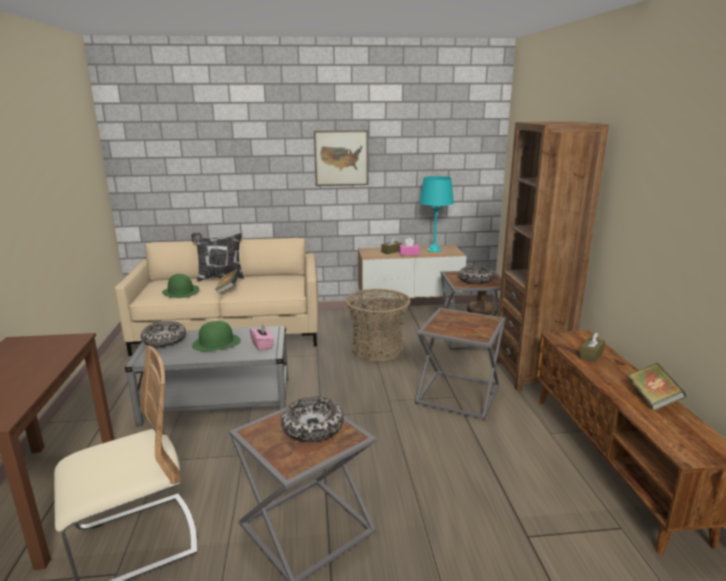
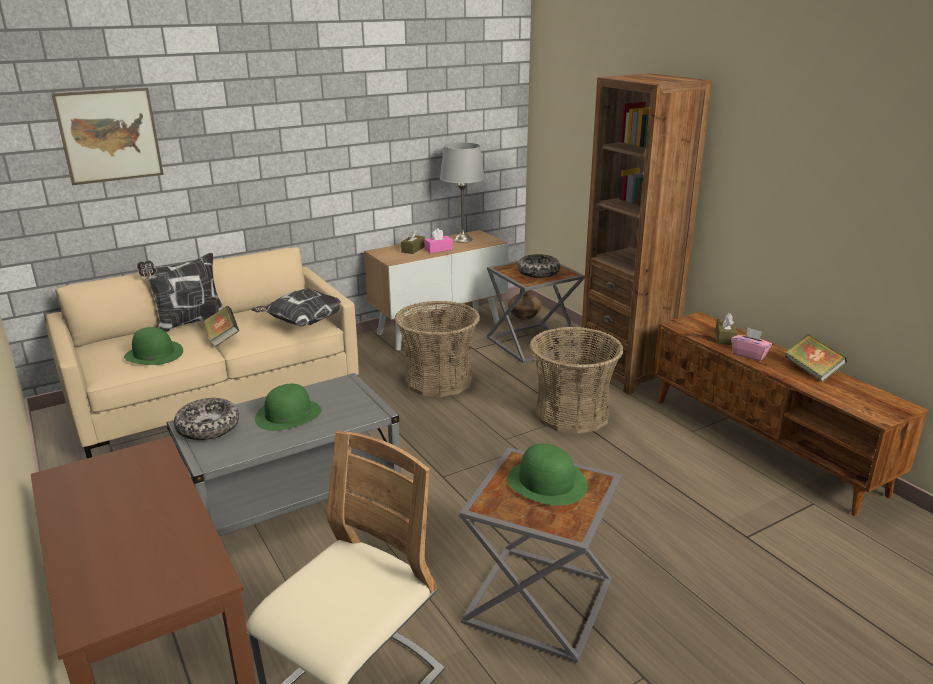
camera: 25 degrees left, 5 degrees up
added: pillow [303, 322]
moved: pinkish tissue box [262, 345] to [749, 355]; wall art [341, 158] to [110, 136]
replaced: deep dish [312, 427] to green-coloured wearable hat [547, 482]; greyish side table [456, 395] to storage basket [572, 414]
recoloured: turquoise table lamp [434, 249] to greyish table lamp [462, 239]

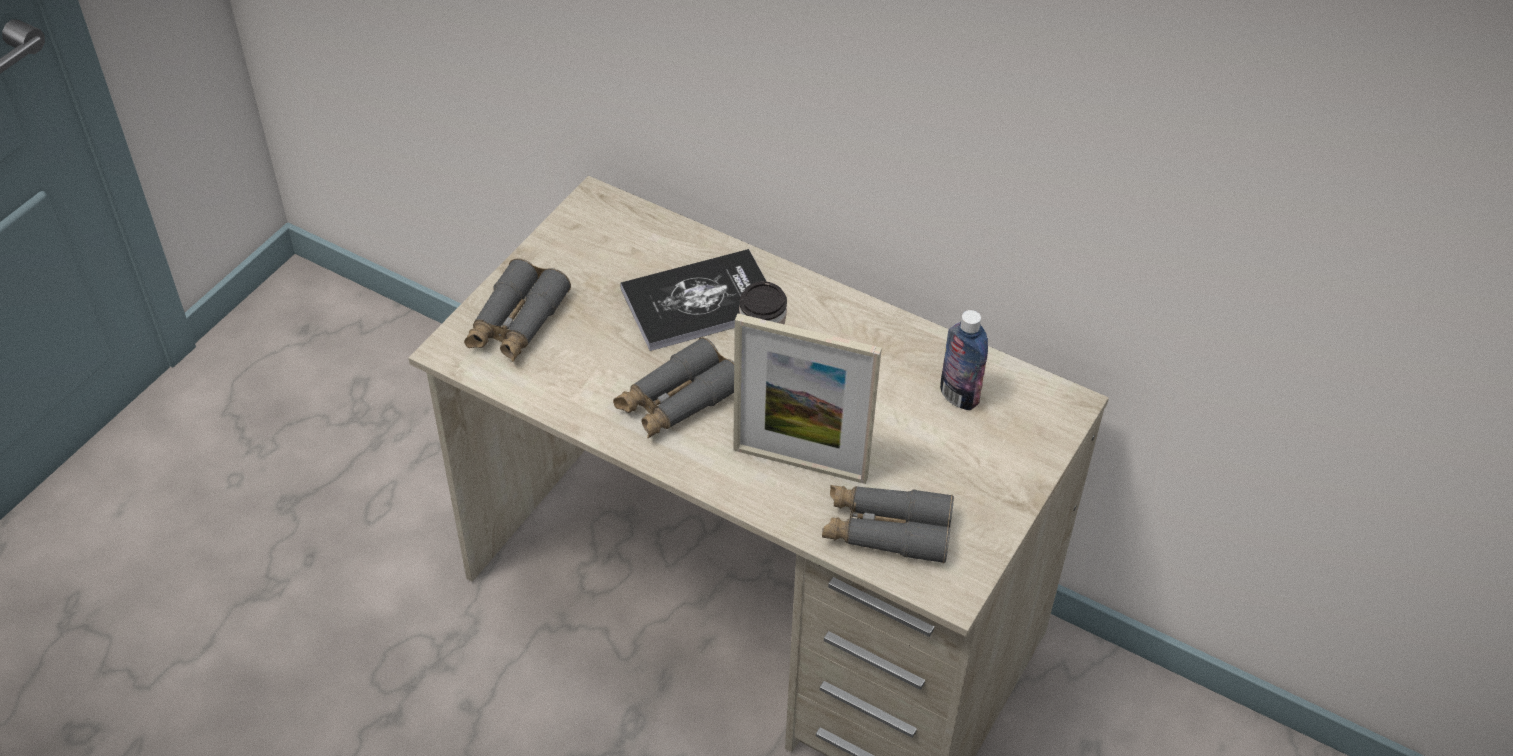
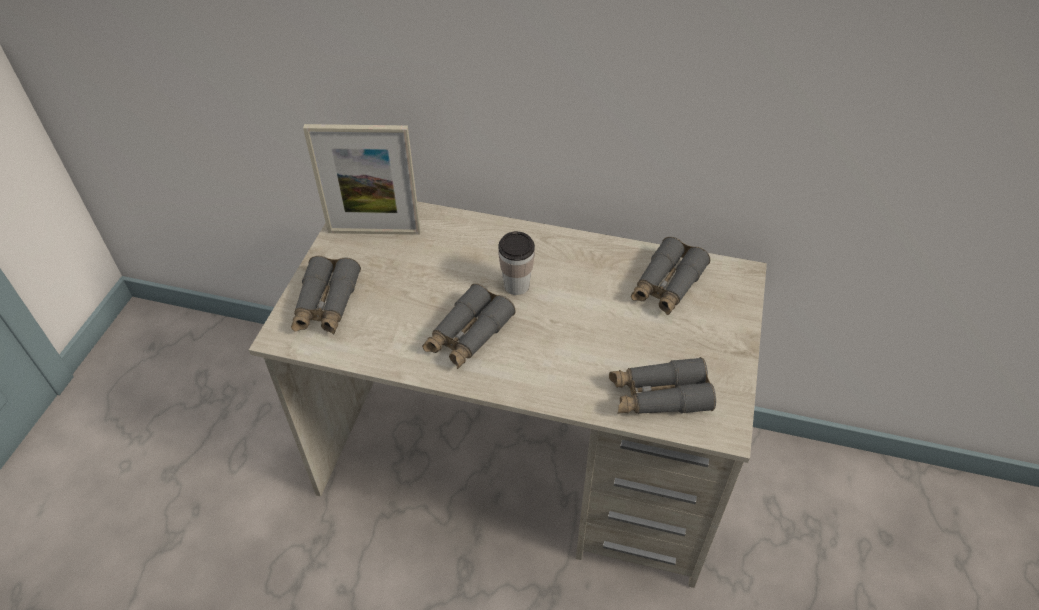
camera: 15 degrees left, 0 degrees up
removed: volume [700, 302]
moved: photo frame [800, 463] to [374, 231]
replaced: drink bottle [959, 396] to greyish binoculars [667, 285]

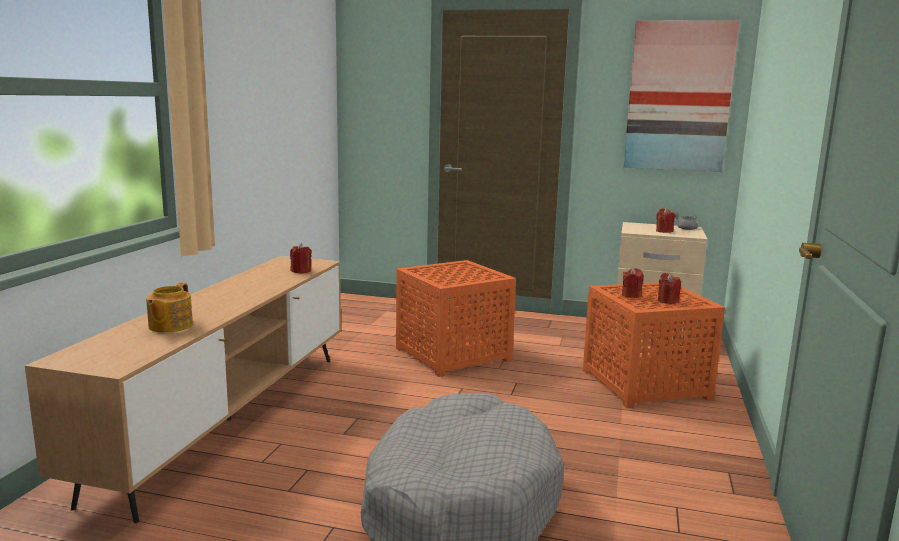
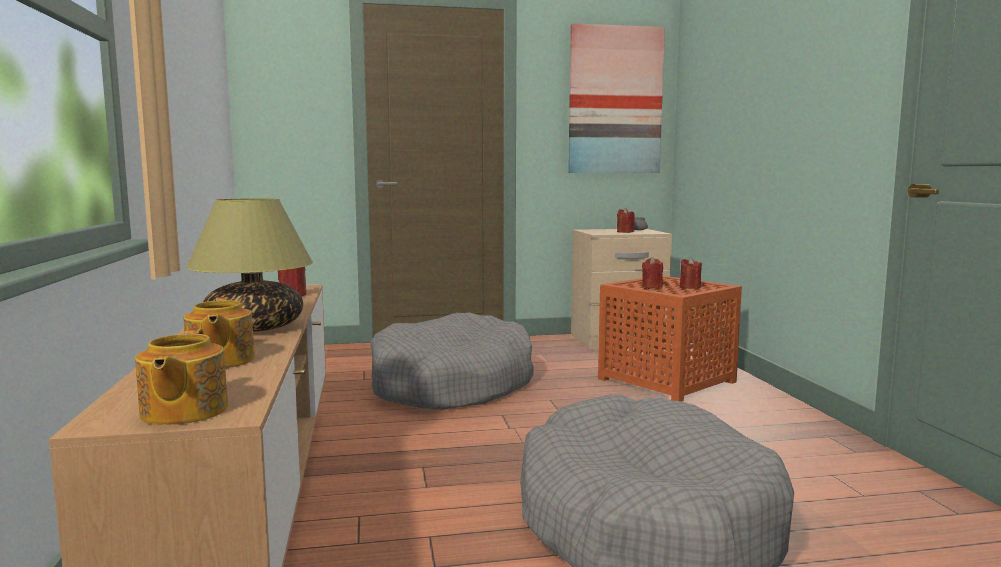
camera: 25 degrees left, 5 degrees down
added: pot for tea [183, 412]; table lamp [255, 328]
replaced: orangey side table [453, 354] to greyish dog cushion [451, 385]

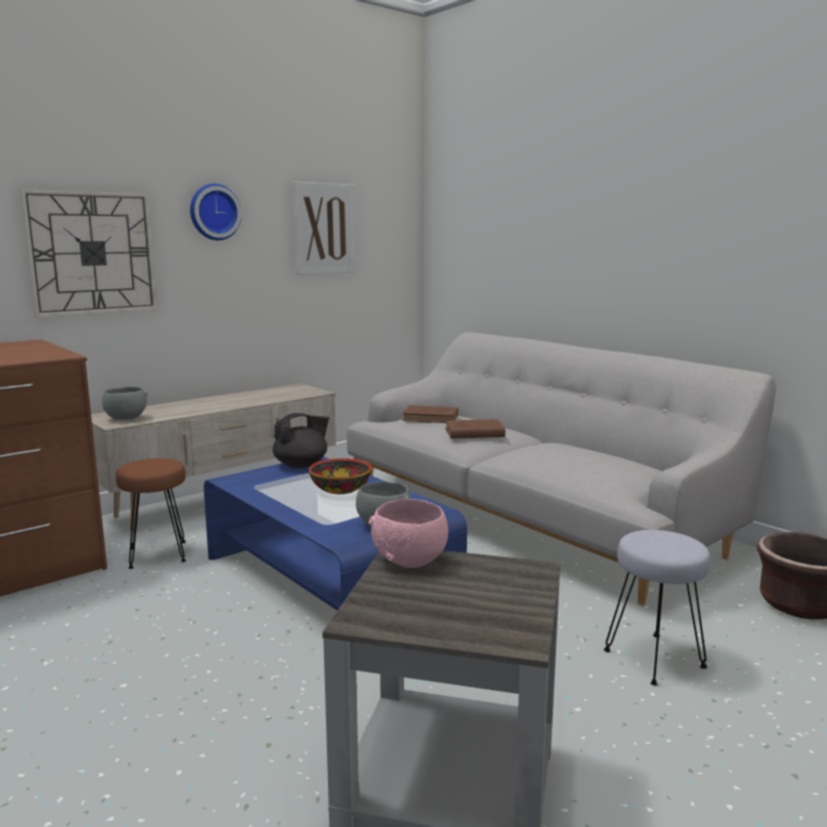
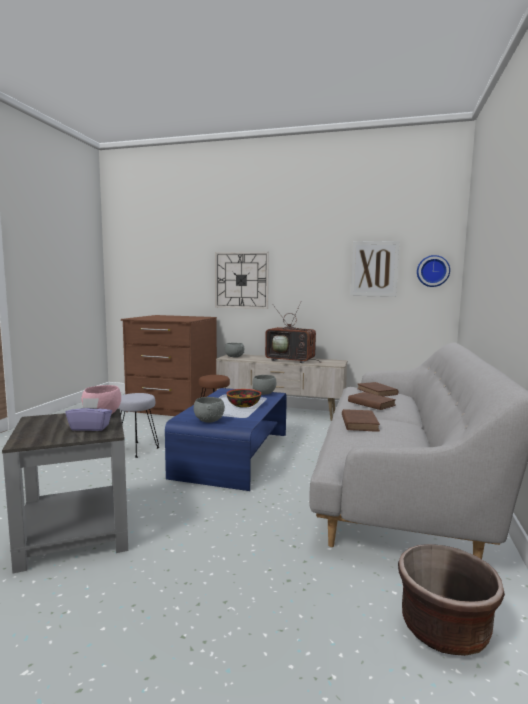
camera: 55 degrees right, 5 degrees down
added: purple tissue box [90, 428]; TV [292, 360]; brown volume [359, 423]
moved: hanging clock [214, 212] to [432, 271]; greyish stool seat [653, 658] to [137, 449]
replaced: black-coloured pot for tea [301, 465] to greyish deep dish [264, 393]

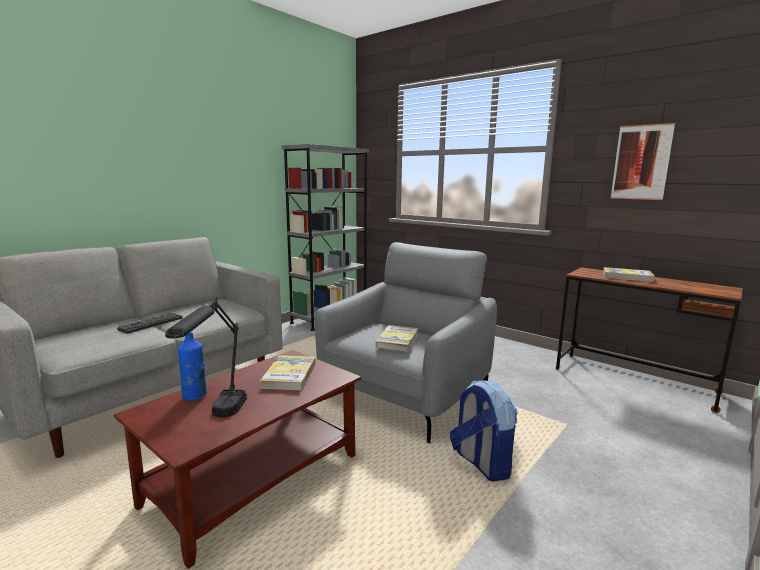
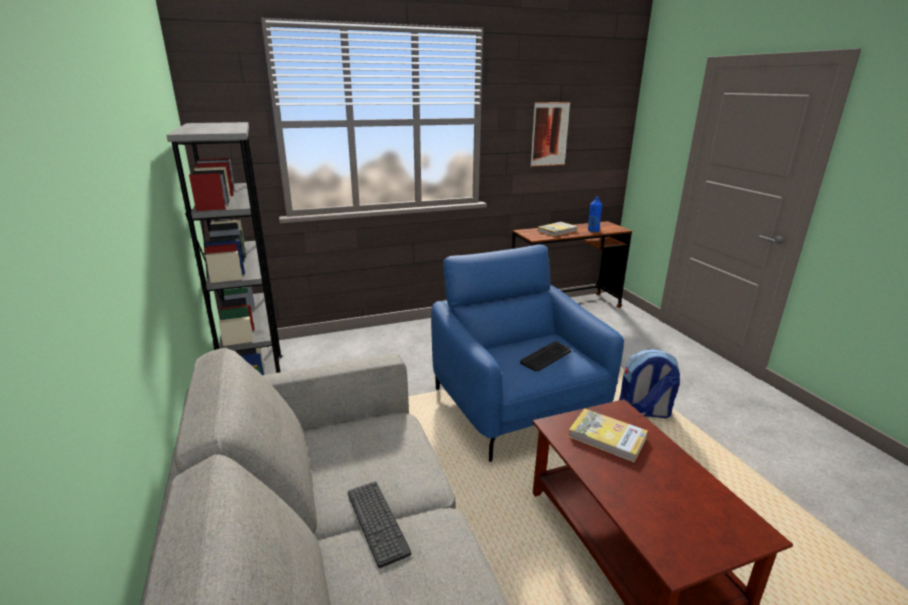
camera: 60 degrees left, 10 degrees up
removed: black-coloured table lamp [218, 421]
moved: blue drink bottle [194, 396] to [593, 230]
replaced: volume [397, 340] to computer keyboard [546, 357]
recoloured: greyish armchair [405, 395] to blue armchair [518, 406]

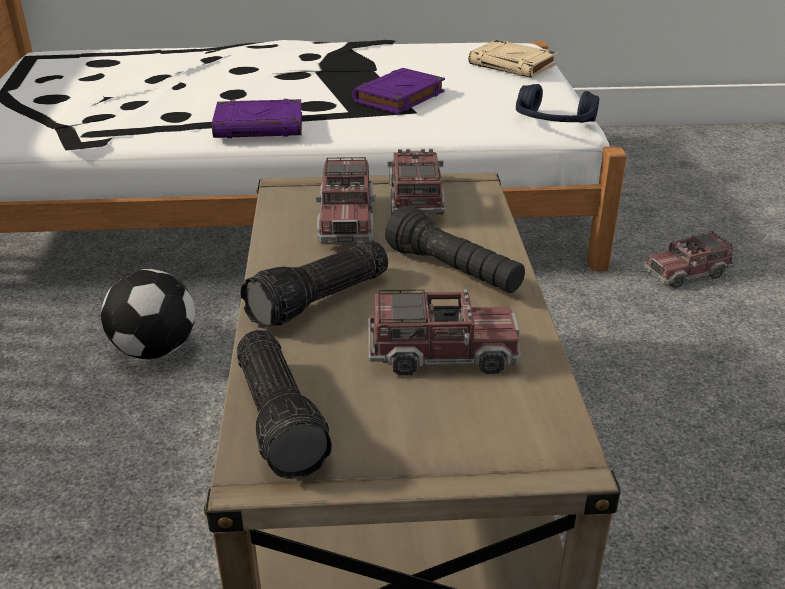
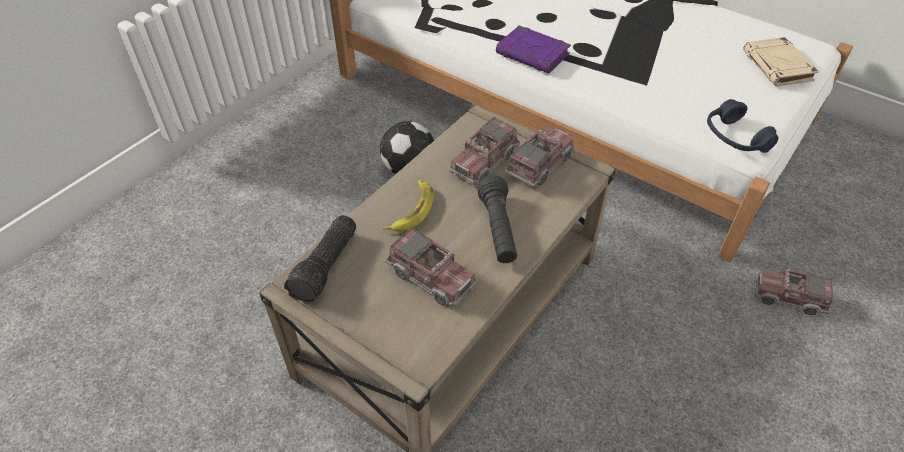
camera: 40 degrees right, 15 degrees up
removed: purple volume [399, 97]
replaced: torch [320, 301] to banana [412, 210]

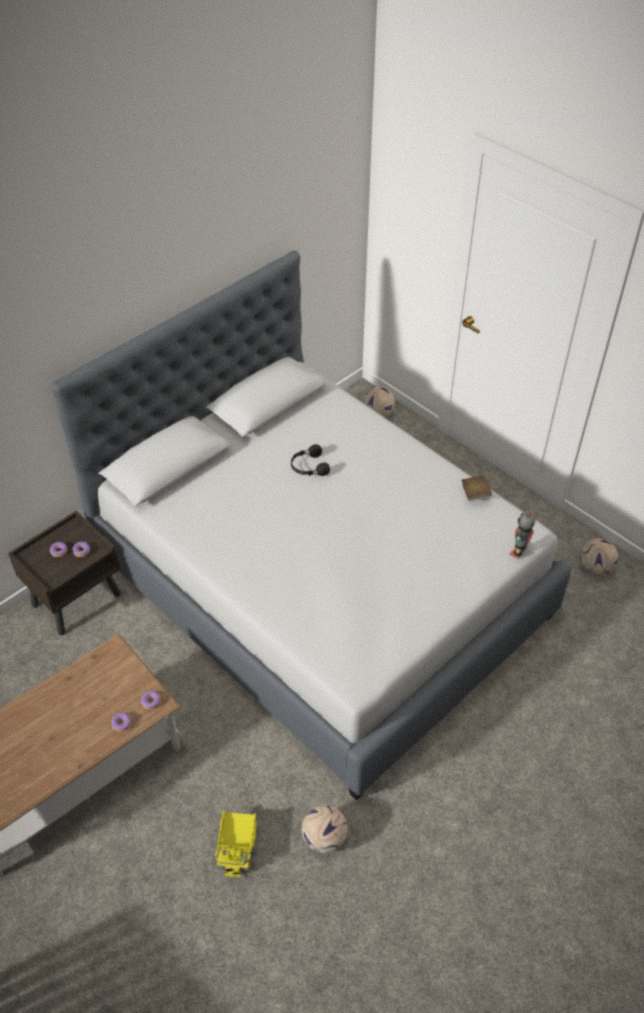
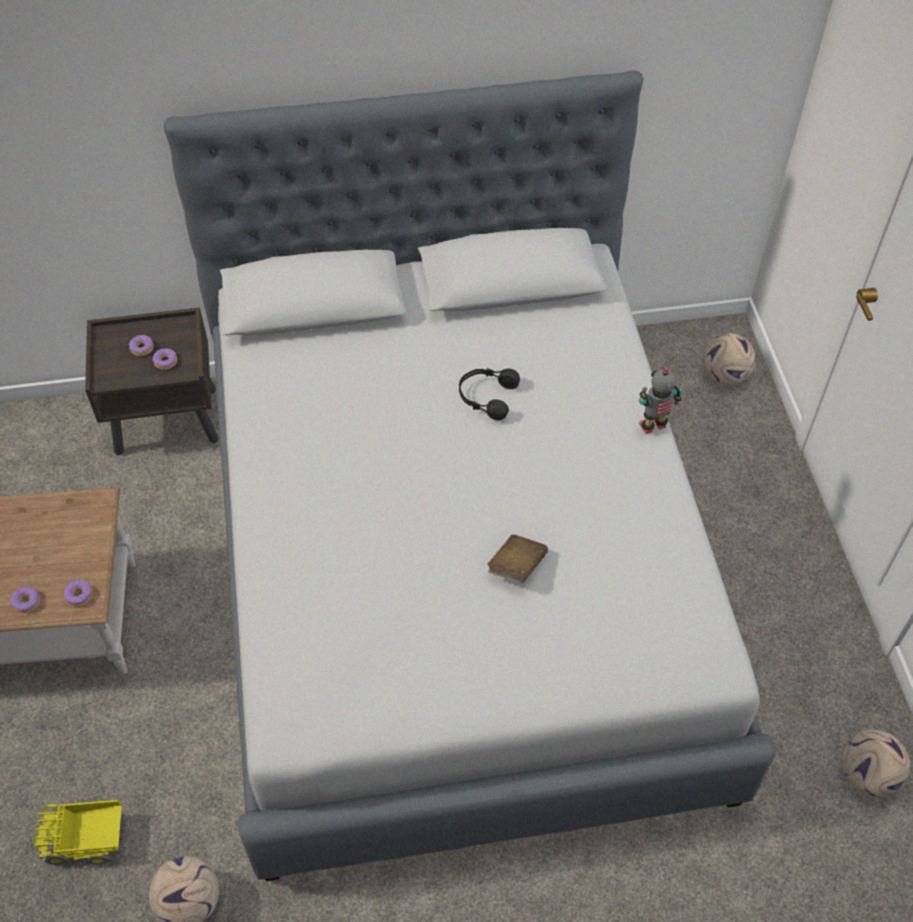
camera: 35 degrees right, 5 degrees up
moved: brown volume [475, 494] to [516, 567]; toy robot [518, 552] to [653, 427]
turned: toy truck [237, 848] = [87, 841] 45 degrees clockwise

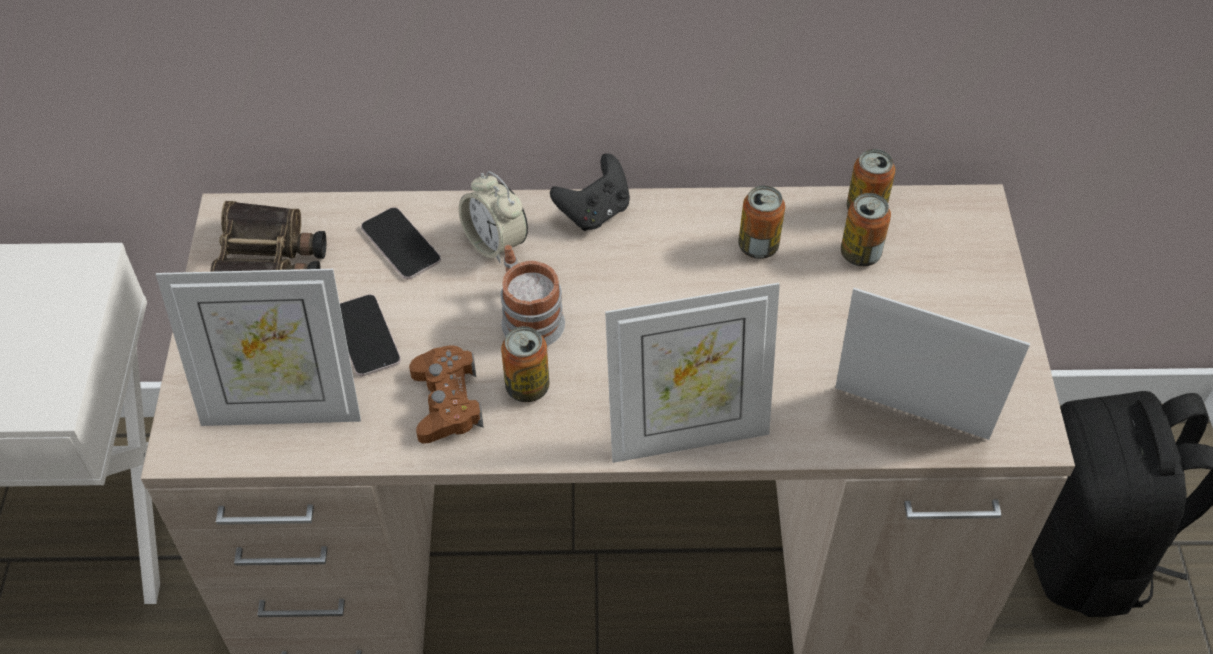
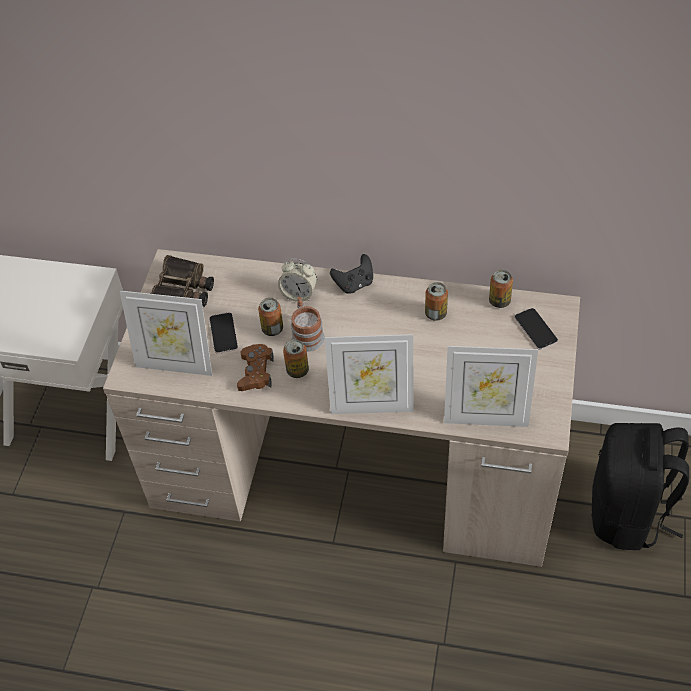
camera: 15 degrees right, 0 degrees up
moved: telephone [401, 244] to [535, 329]; metal can [860, 254] to [272, 329]
turned: table clock [495, 243] = [299, 294] 45 degrees counterclockwise; photo frame [906, 425] = [486, 417] 150 degrees clockwise

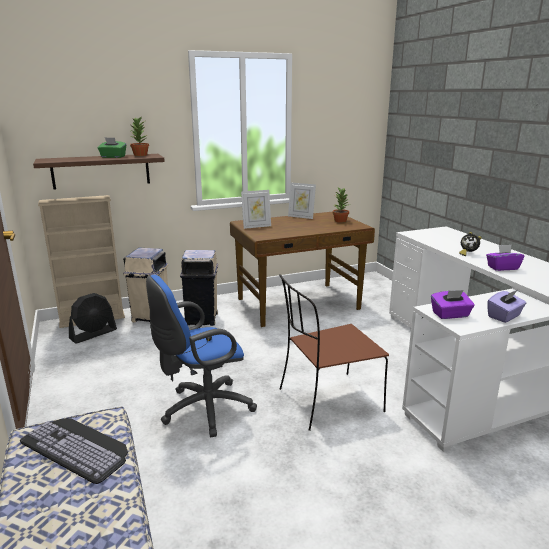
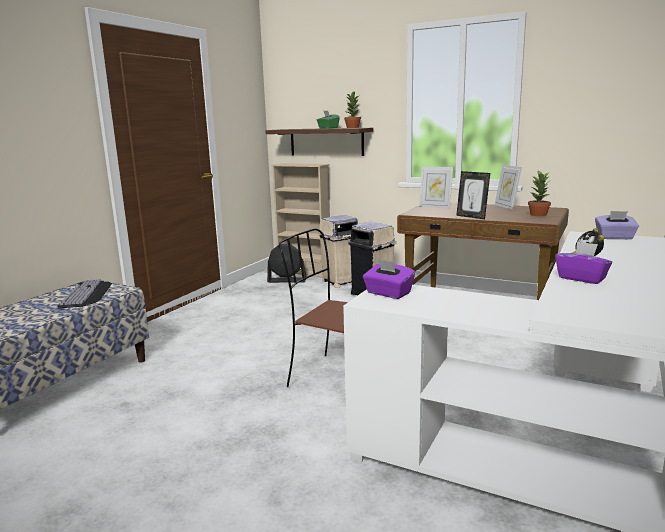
camera: 50 degrees right, 5 degrees down
removed: blue desk chair [203, 410]
added: photo frame [471, 217]
moved: purple tissue box [504, 316] to [615, 237]

